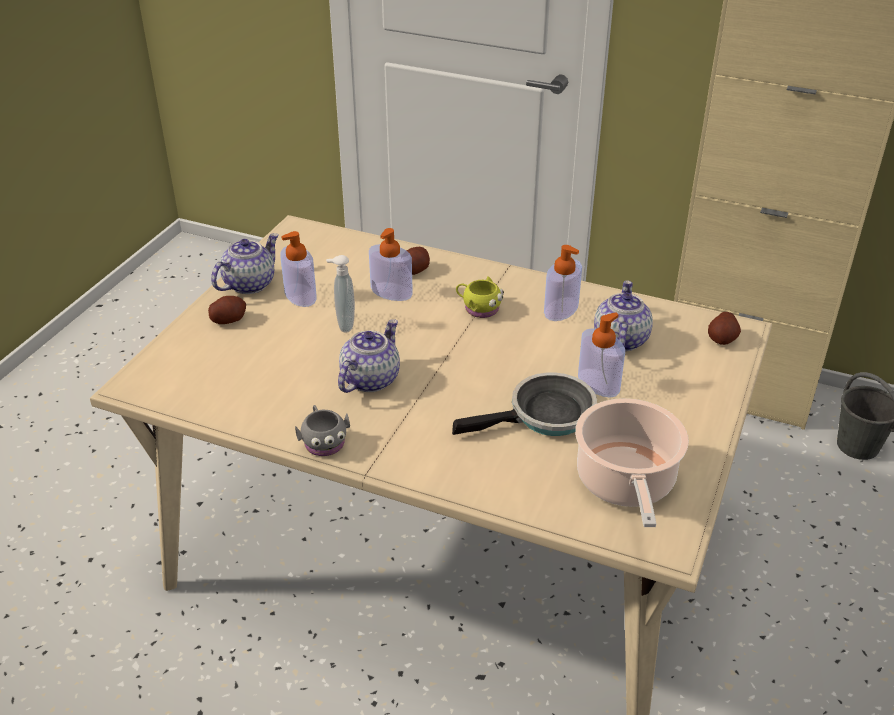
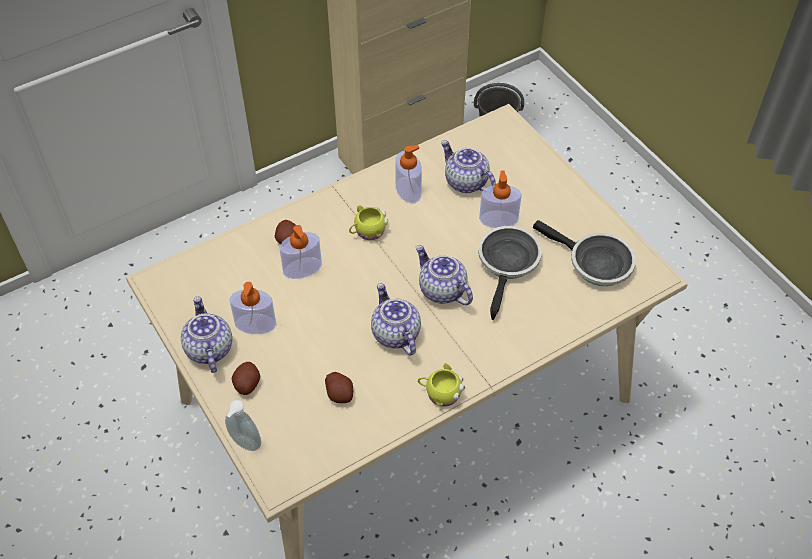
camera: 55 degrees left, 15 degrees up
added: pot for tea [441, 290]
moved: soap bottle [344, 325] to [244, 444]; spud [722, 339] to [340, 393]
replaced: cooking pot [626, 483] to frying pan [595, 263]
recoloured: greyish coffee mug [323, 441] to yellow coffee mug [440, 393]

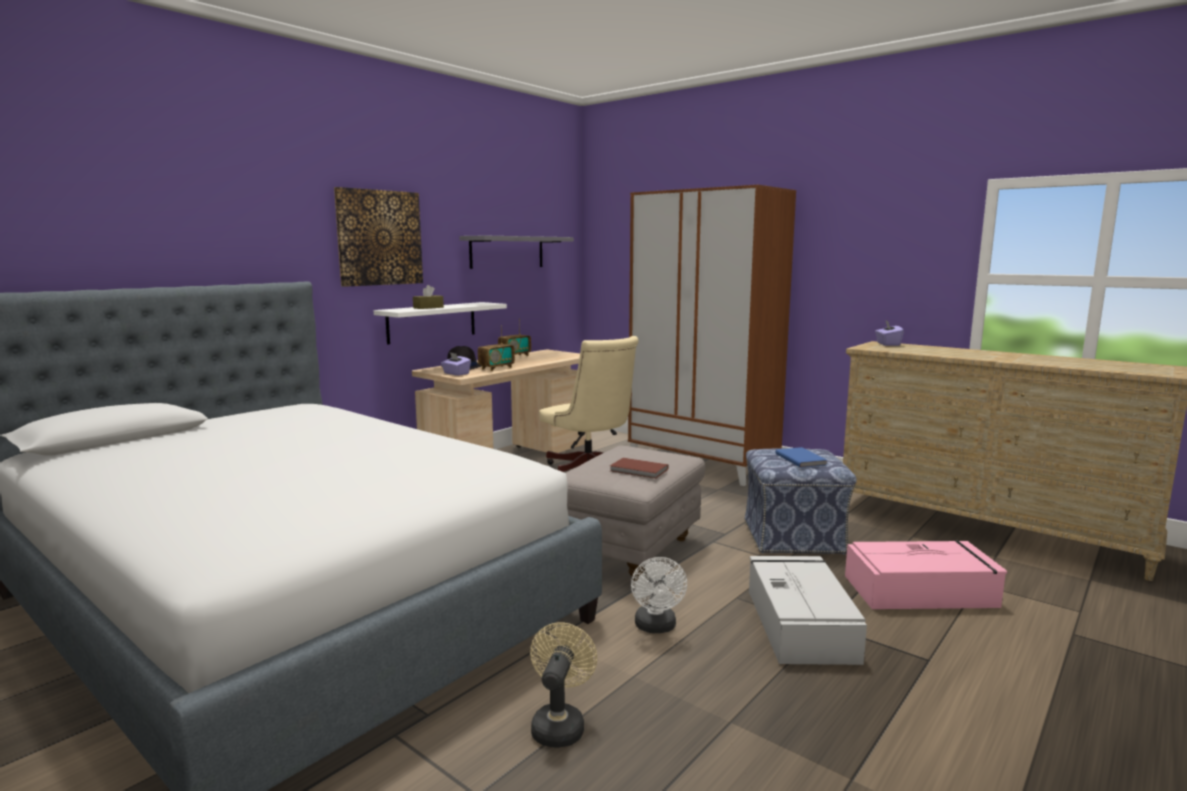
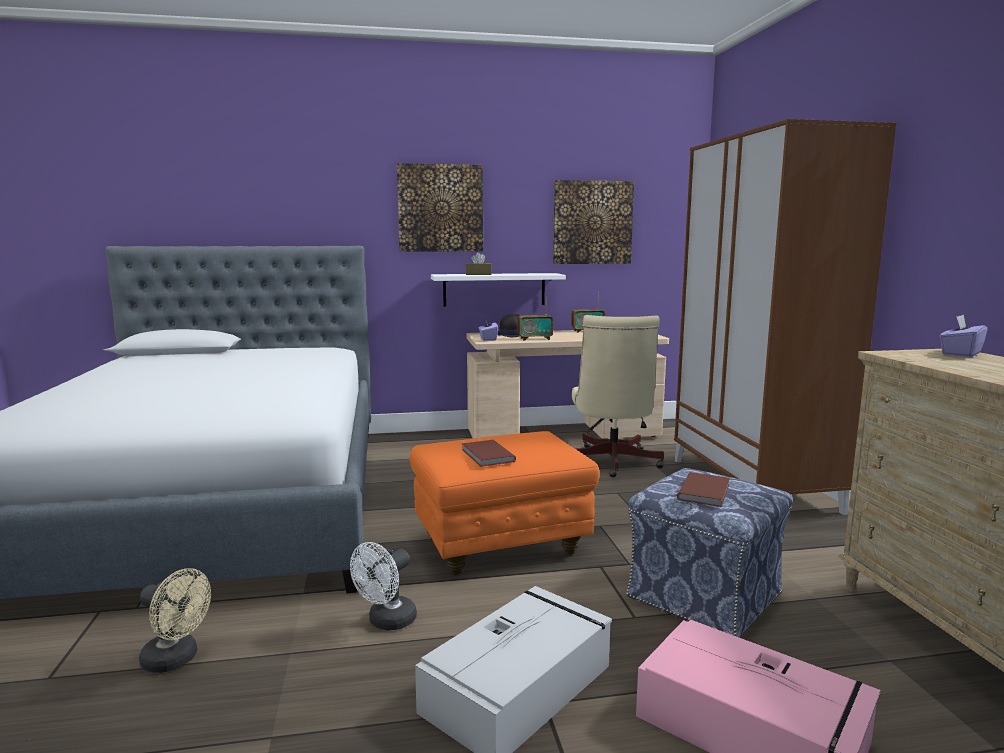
camera: 40 degrees right, 0 degrees up
replaced: greyish bracket shelf [507, 252] to wall art [592, 222]
recoloured: greyish footrest [630, 552] to orangey footrest [500, 547]; blue volume [801, 459] to brown volume [705, 492]
turned: beige electric fan [559, 724] = [176, 660] 60 degrees clockwise

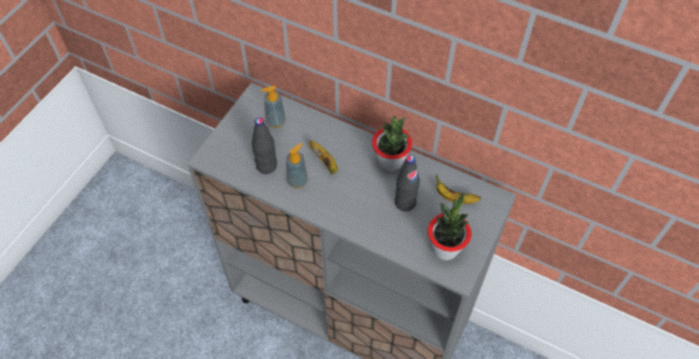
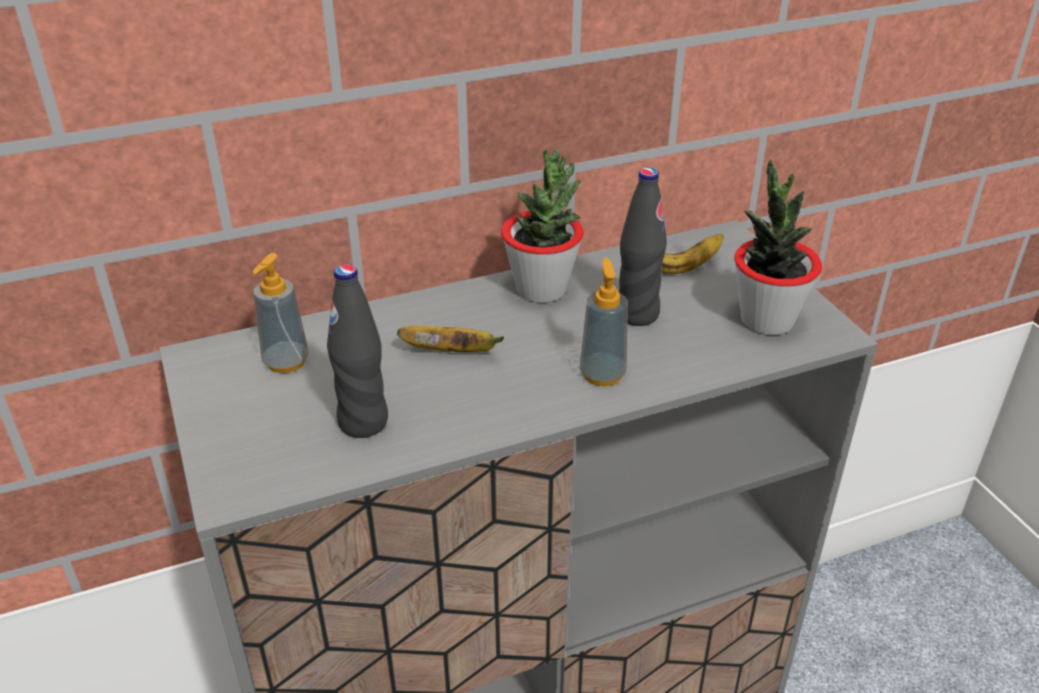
camera: 50 degrees left, 20 degrees down
moved: soap bottle [297, 181] to [602, 374]

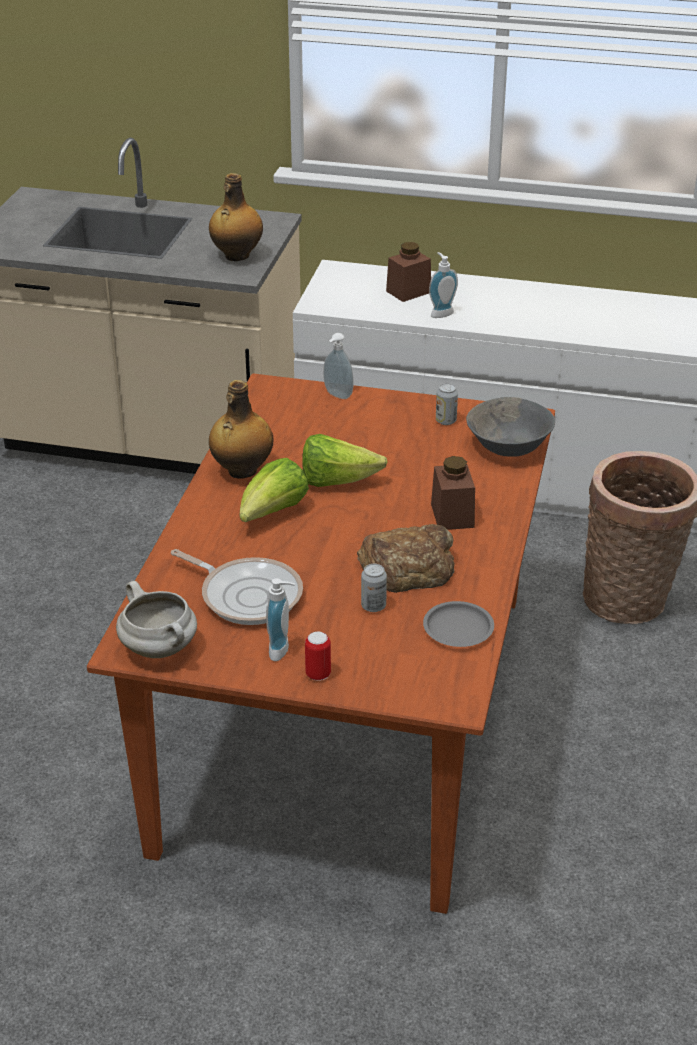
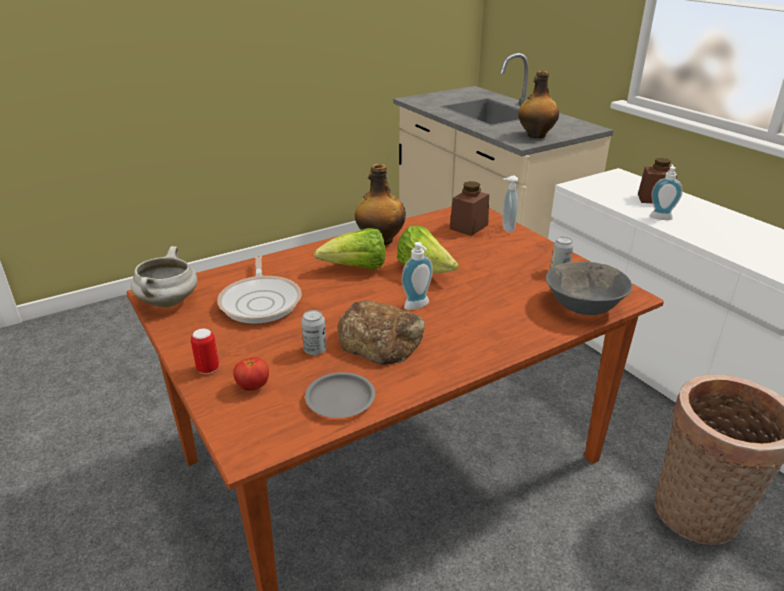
camera: 45 degrees right, 5 degrees down
added: fresh tomato [253, 386]
moved: soap bottle [283, 650] to [418, 306]; brown preserve jar [452, 515] to [469, 227]

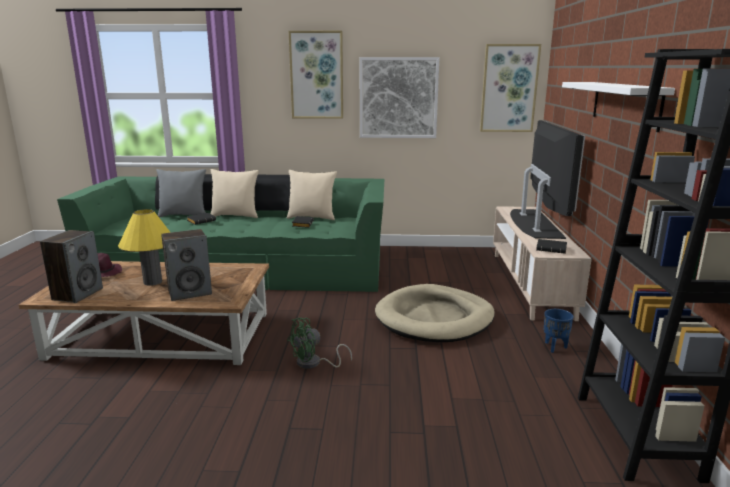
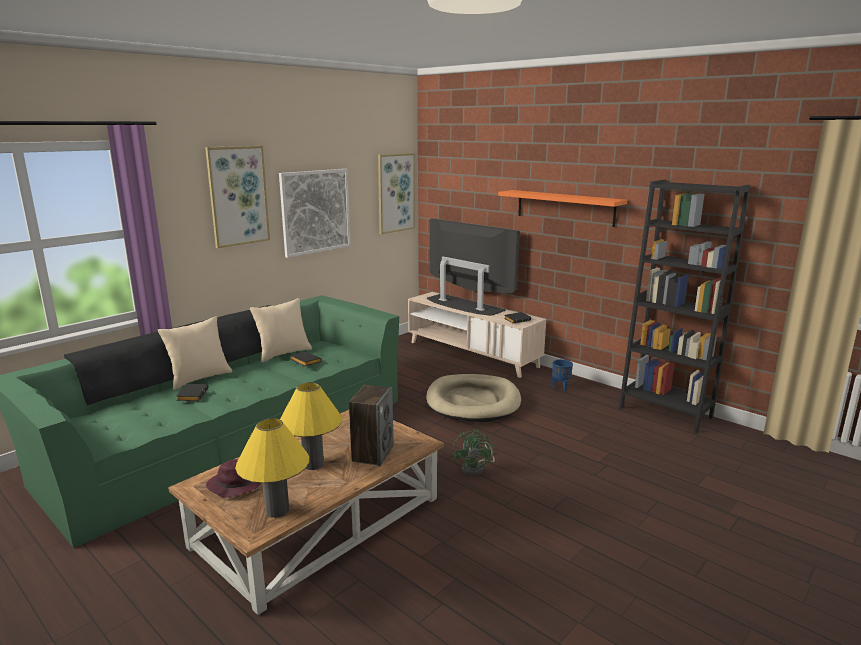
camera: 50 degrees left, 0 degrees up
removed: greyish pillow [184, 215]
replaced: speaker [77, 294] to yellow table lamp [277, 510]
recoloured: whitish bracket shelf [625, 104] to orangey bracket shelf [565, 207]

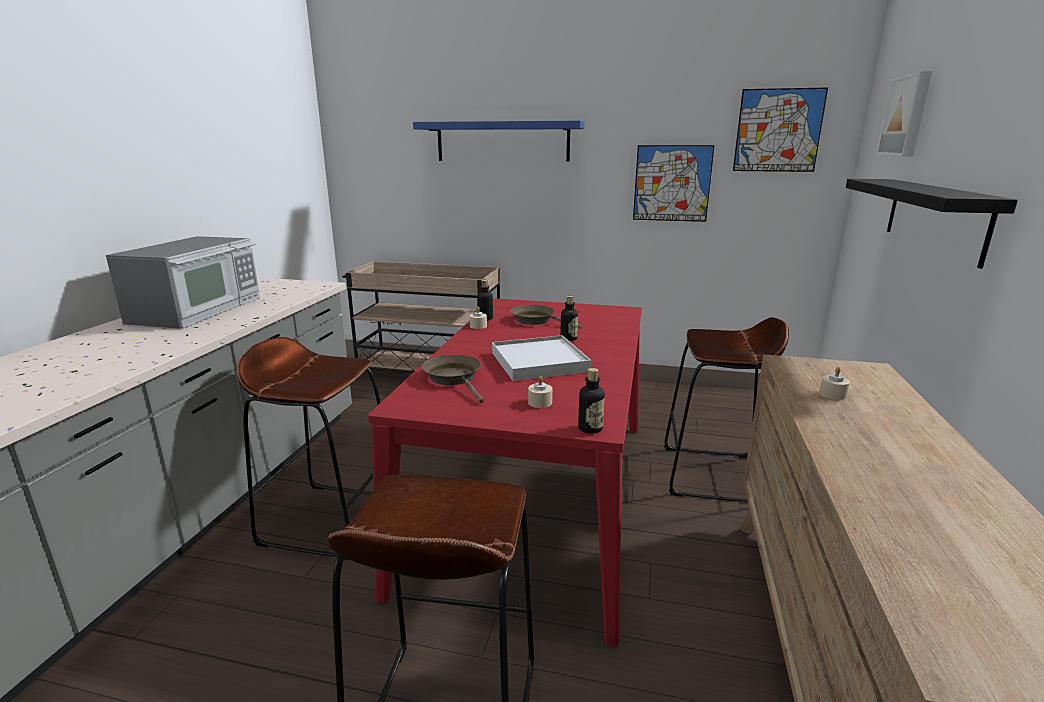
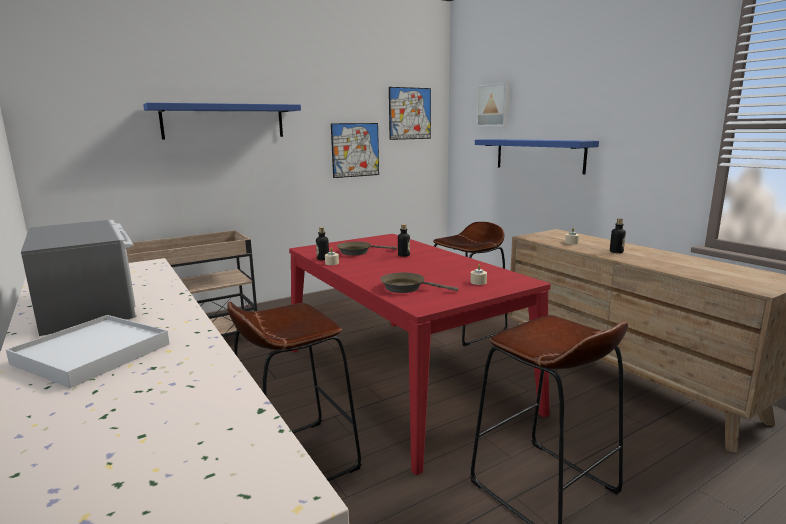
camera: 45 degrees left, 5 degrees down
moved: whitish tray [539, 362] to [92, 354]; drink bottle [590, 428] to [616, 252]
recoloured: black-coloured bracket shelf [934, 217] to blue bracket shelf [538, 155]

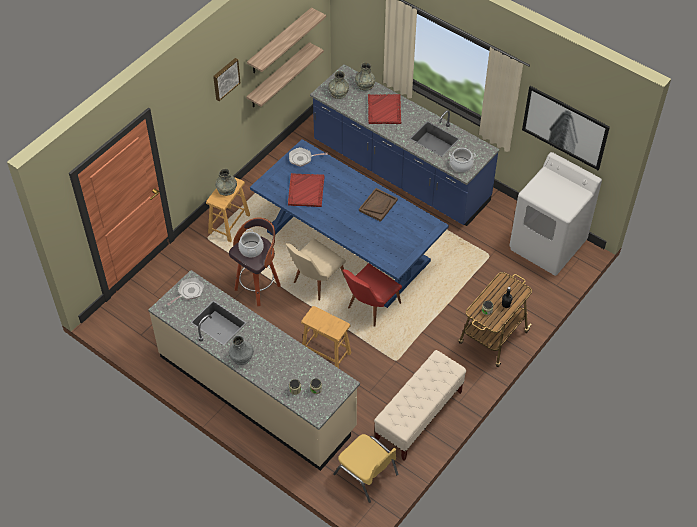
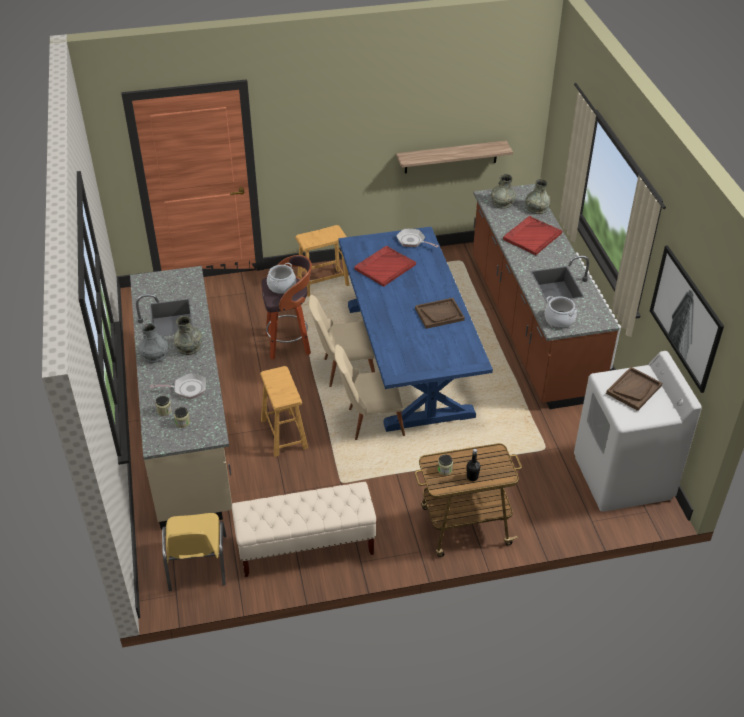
camera: 40 degrees right, 10 degrees down
removed: wall art [225, 78]; bracket shelf [280, 41]
added: brown tray [633, 389]
moved: frying pan [189, 292] to [187, 389]; greyish vase [226, 189] to [189, 347]
recoloured: blue kitchen base unit [400, 172] to brown kitchen base unit [530, 327]; red plain chair [369, 308] to beige plain chair [369, 421]

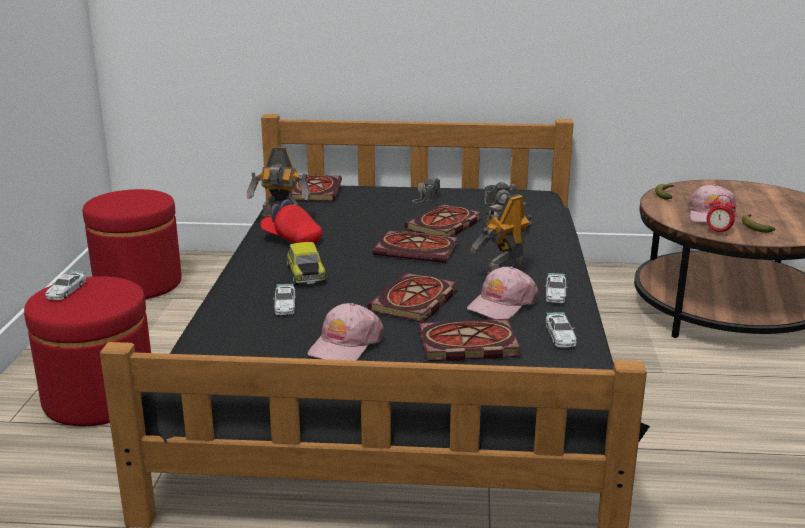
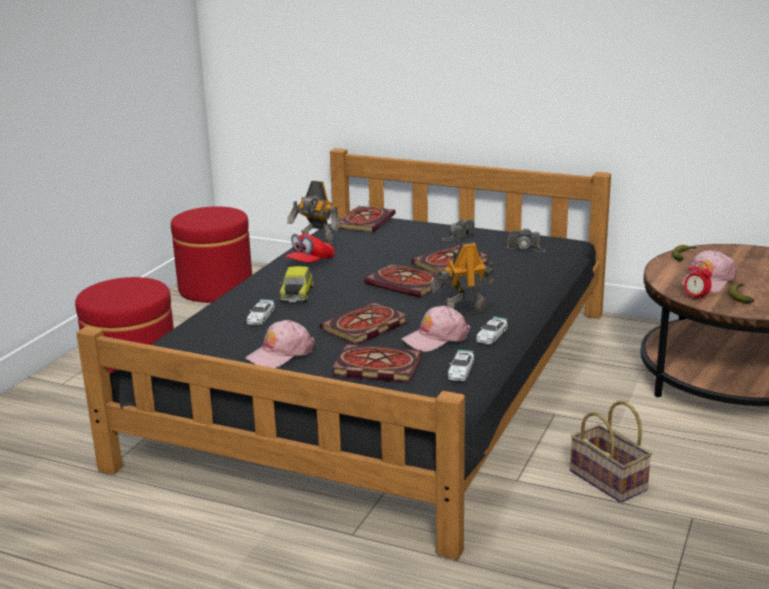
camera: 20 degrees right, 0 degrees up
removed: model car [66, 291]
added: storage basket [610, 481]
turned: red cap [292, 239] = [310, 263] 105 degrees counterclockwise

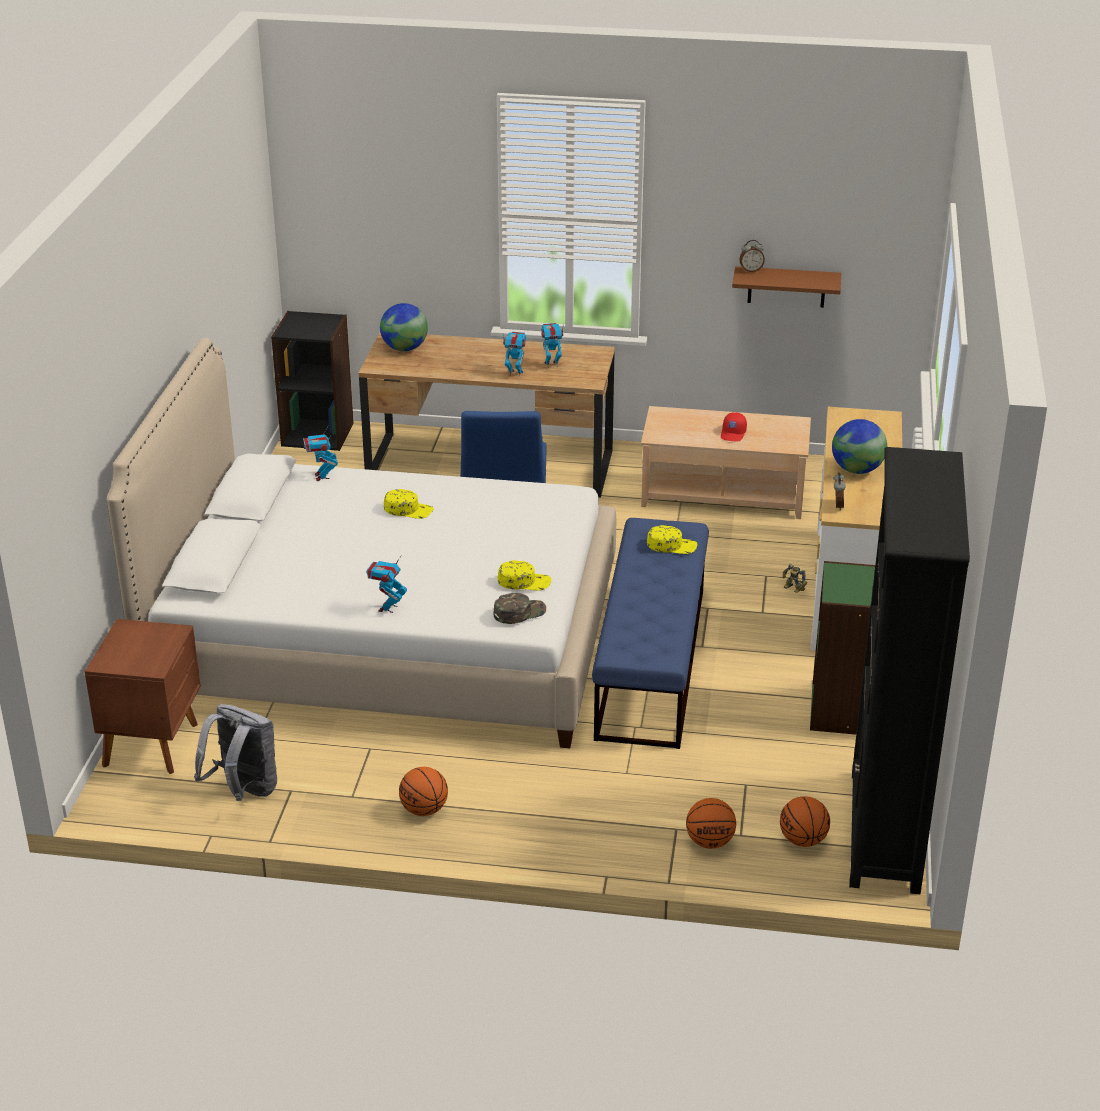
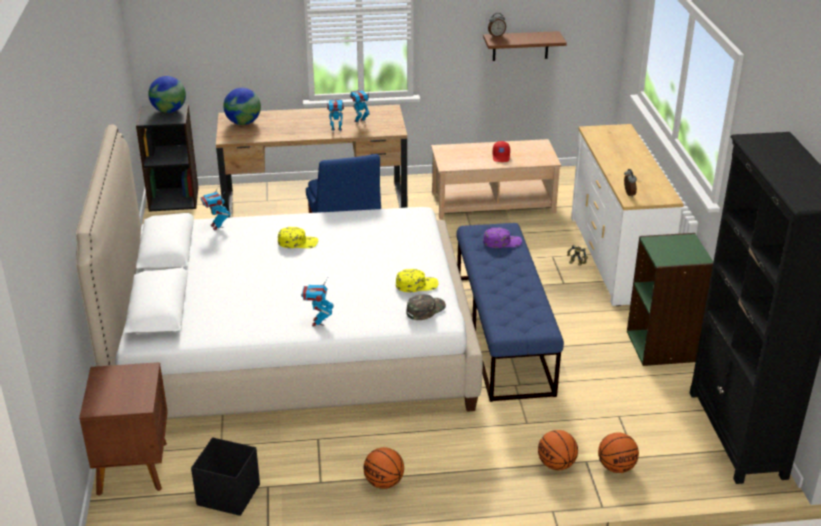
camera: 15 degrees left, 0 degrees up
moved: basketball [803, 840] to [556, 464]; world globe [857, 470] to [169, 111]
replaced: greyish backpack [243, 791] to black-coloured storage box [228, 494]
recoloured: yellow cap [672, 545] to purple cap [502, 242]

